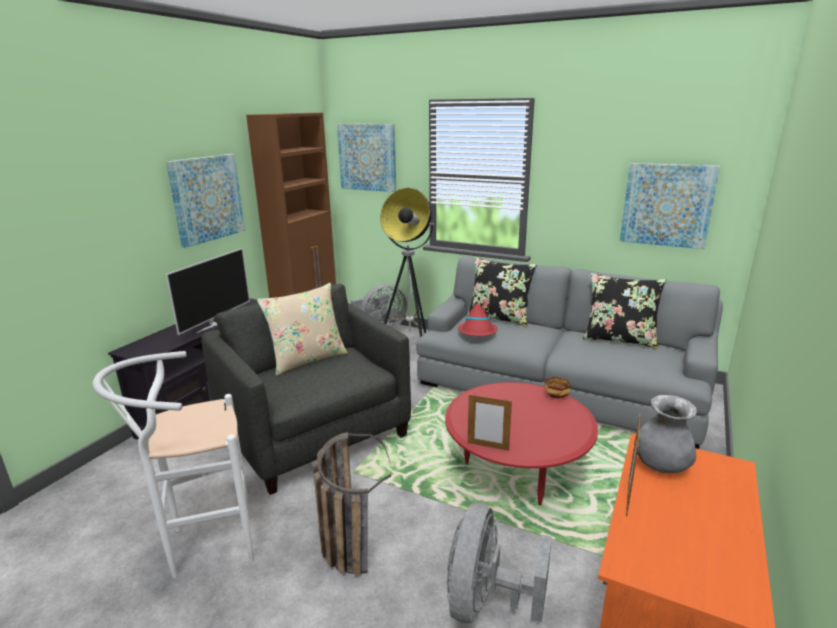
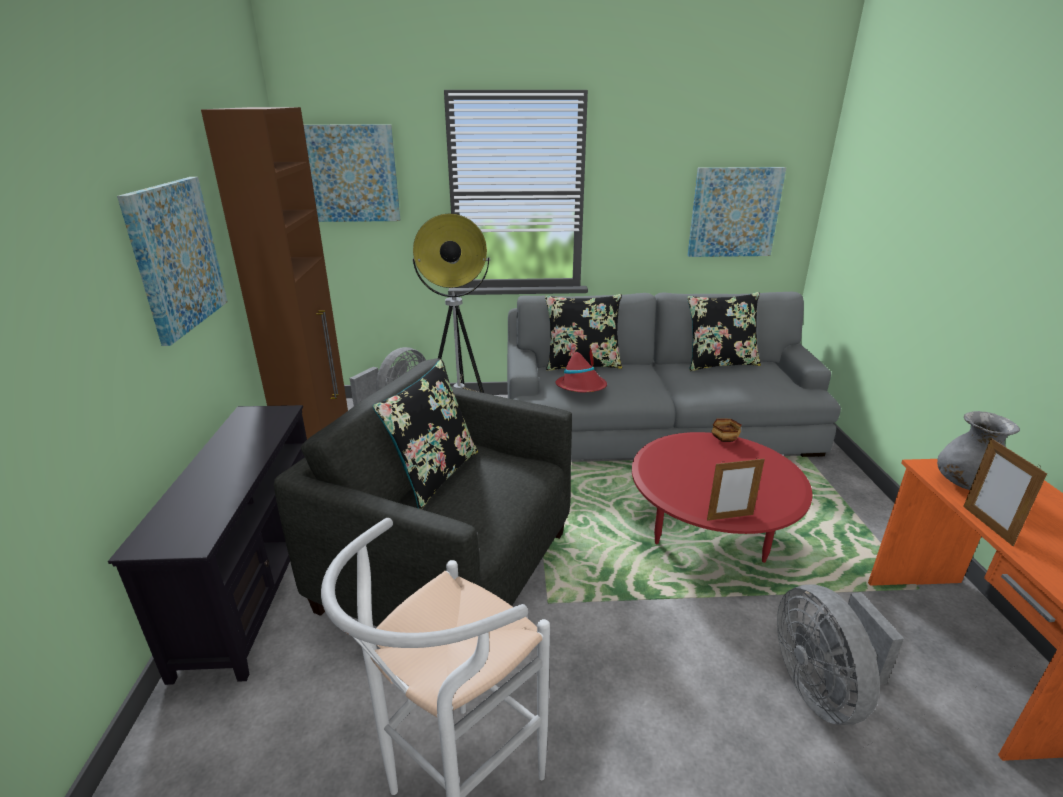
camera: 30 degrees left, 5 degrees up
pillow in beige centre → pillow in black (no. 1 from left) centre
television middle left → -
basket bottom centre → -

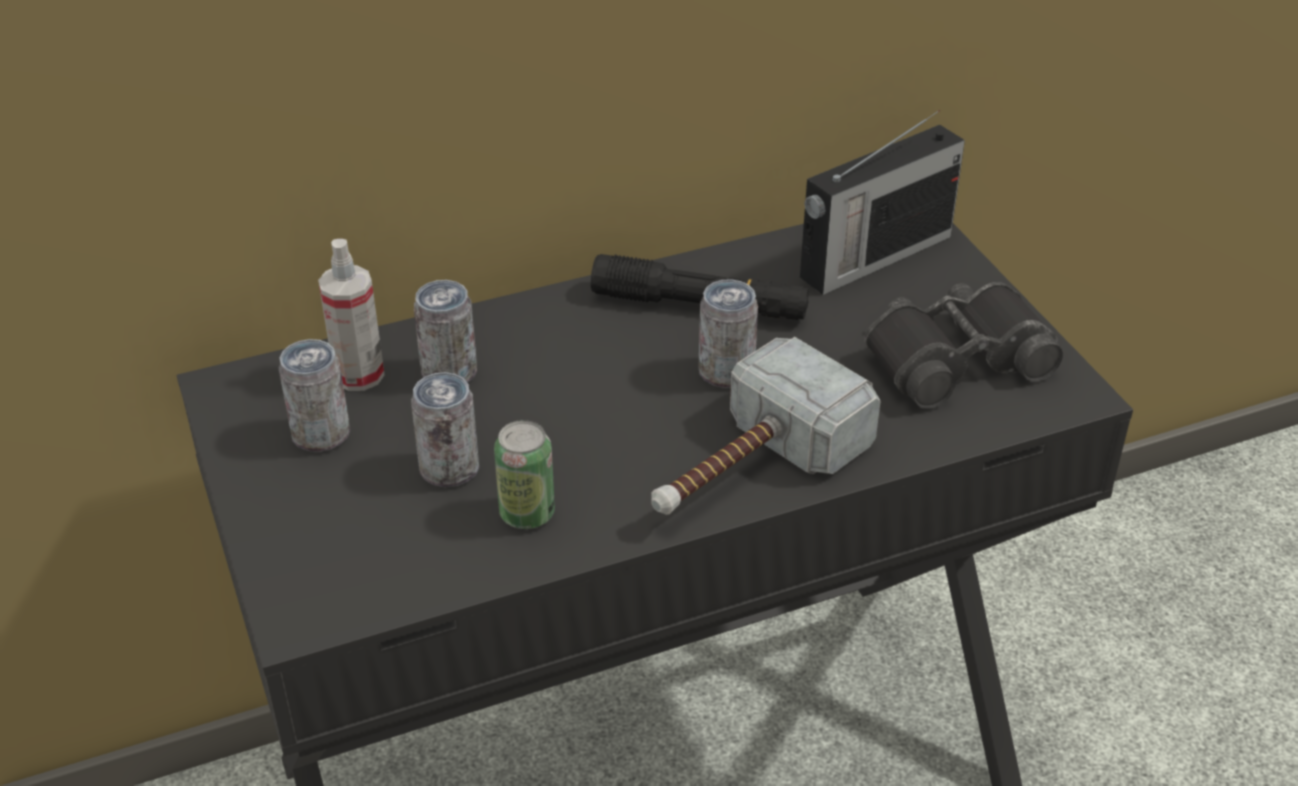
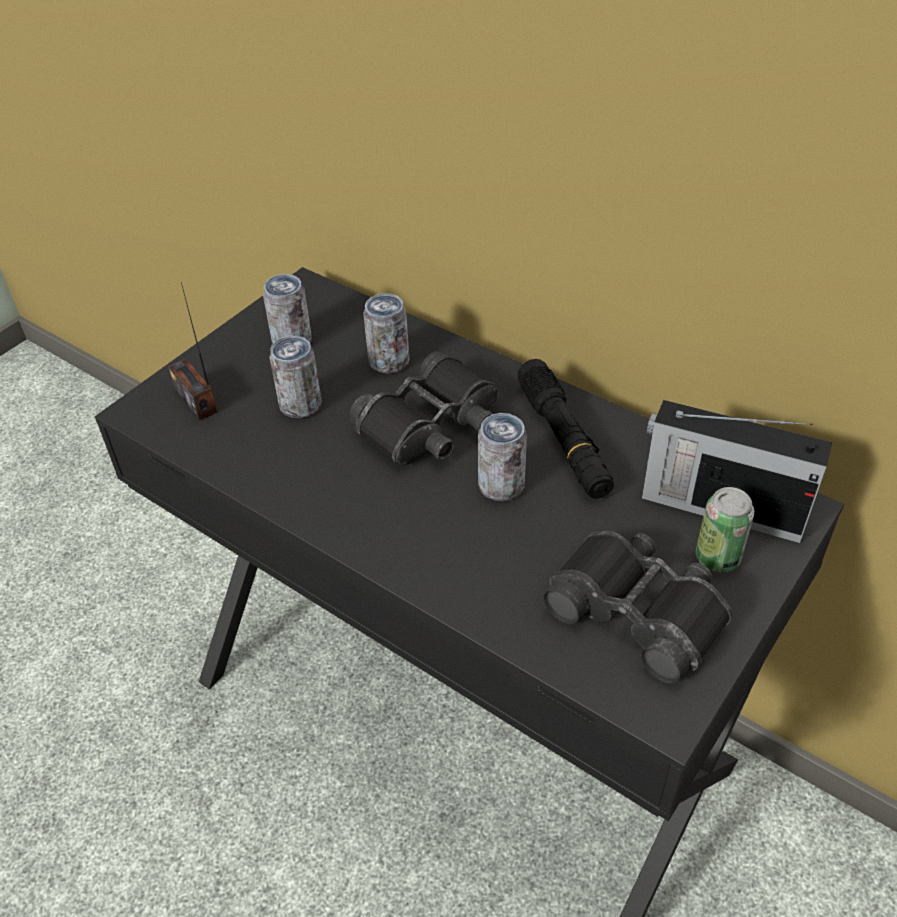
camera: 60 degrees right, 5 degrees up
- → radio (no. 1 from left) middle left
- → binoculars in black (no. 1 from left) centre
can (no. 4 from left in the first image) centre → can (no. 5 from left) middle right, relocated
spray bottle middle left → -
hammer centre → -

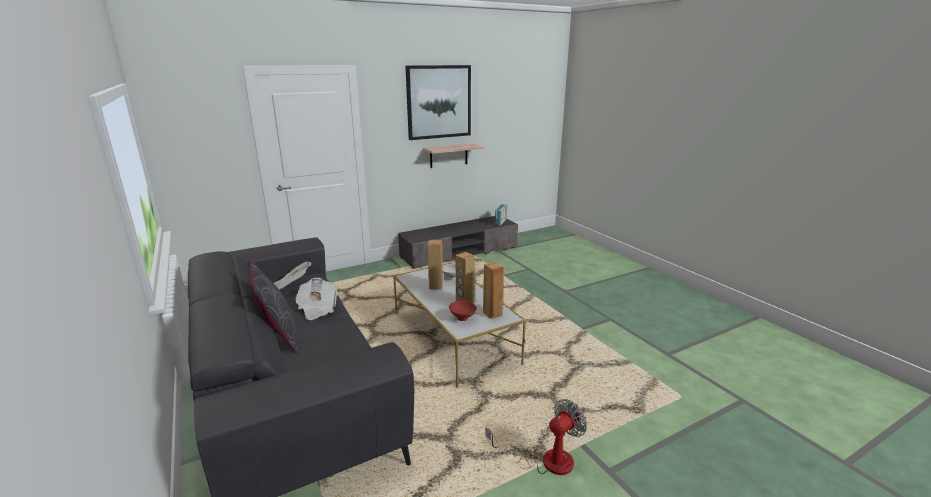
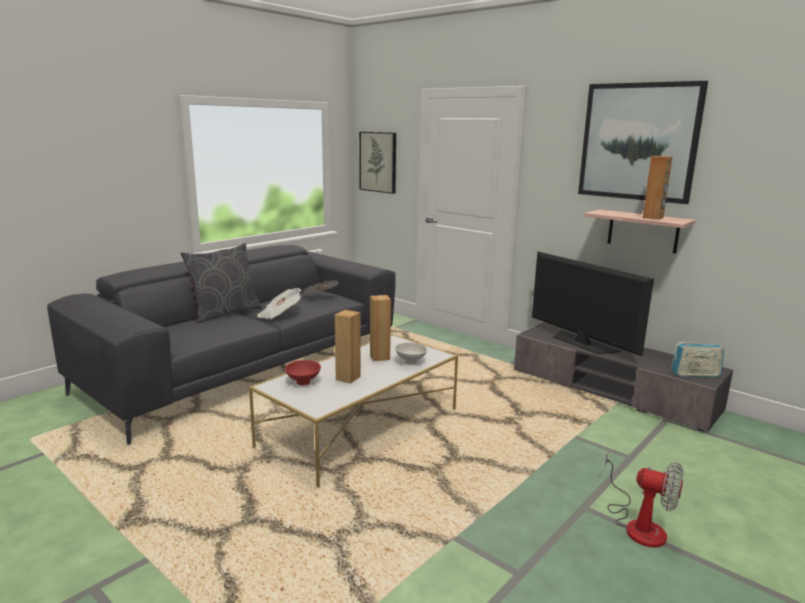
camera: 70 degrees right, 5 degrees down
- → picture (no. 1 from left) top centre
- → television middle right
fan bottom centre → fan bottom right, relocated
speaker in brown (no. 3 from left) centre → speaker in brown (no. 3 from left) top right, relocated

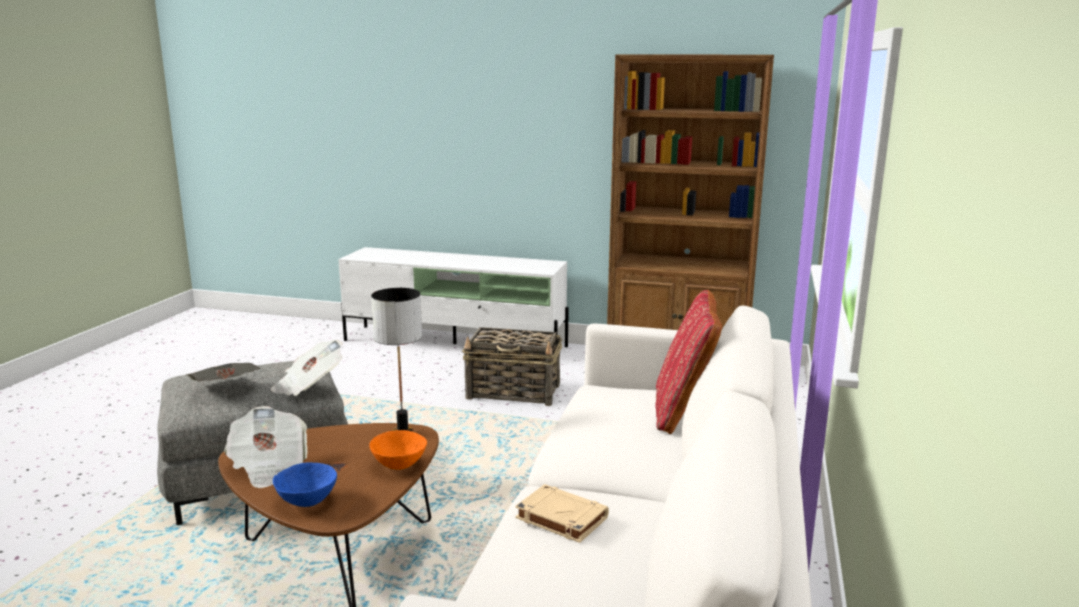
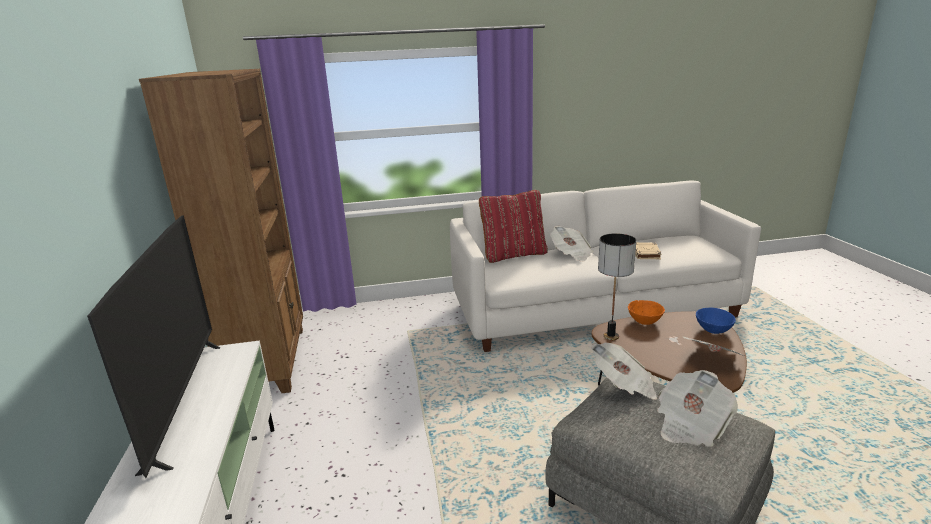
camera: 115 degrees left, 5 degrees up
- → television middle left
- → newspaper (no. 1 from left) centre
basket centre → -

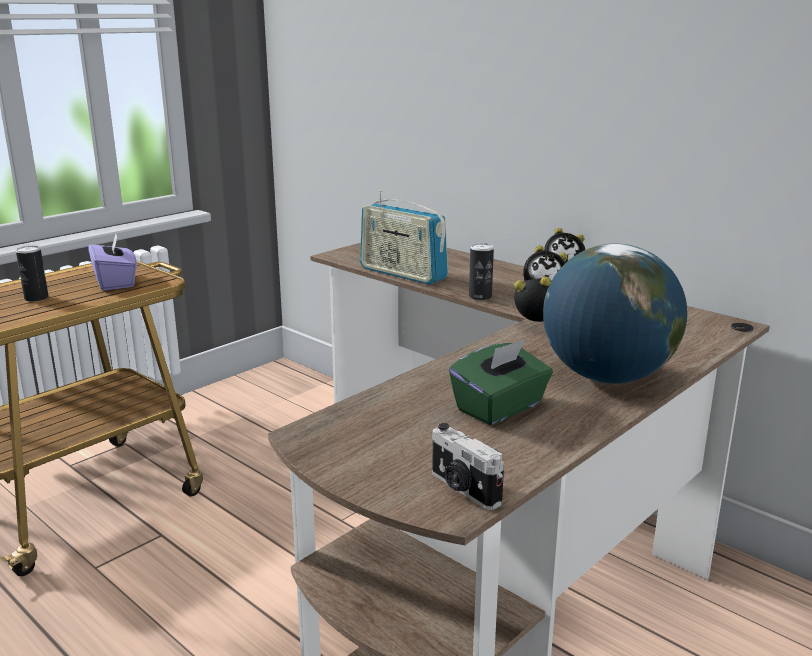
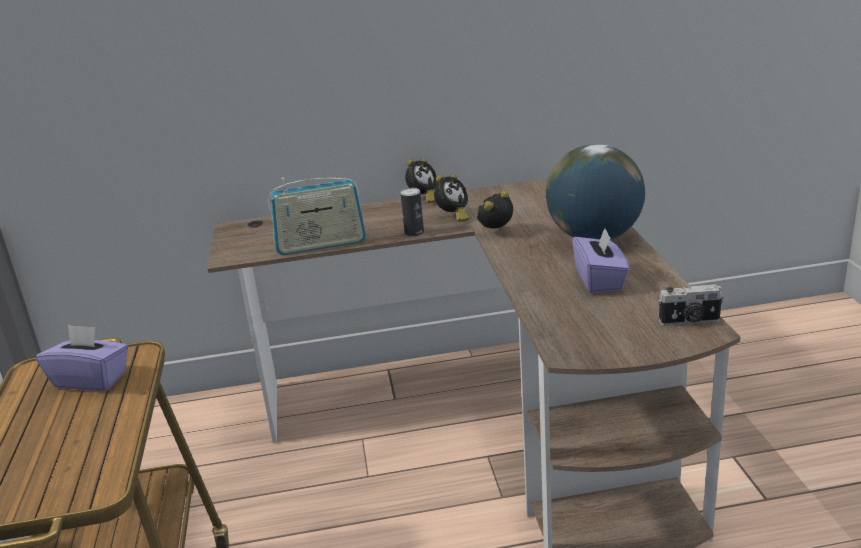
camera: 50 degrees left, 5 degrees up
tissue box in green centre → tissue box in purple (no. 2 from left) middle right
can (no. 1 from left) middle left → -

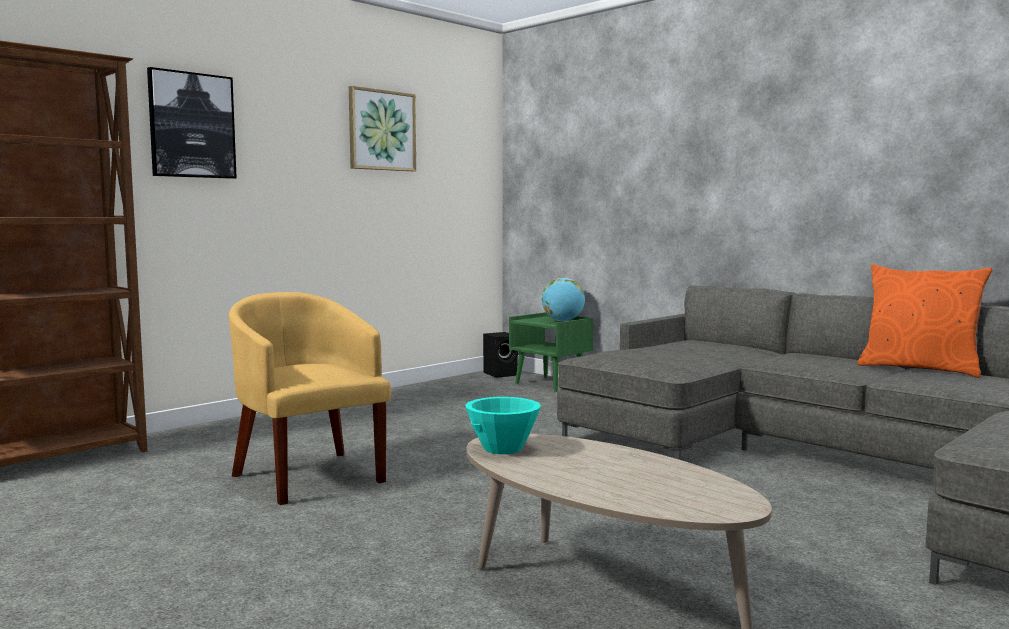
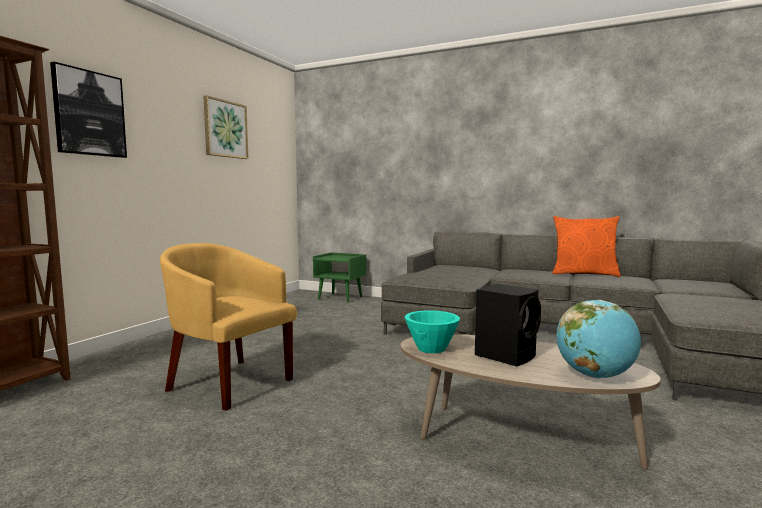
camera: 20 degrees left, 0 degrees up
speaker in black centre → speaker in black middle right, relocated
globe centre → globe bottom right, relocated

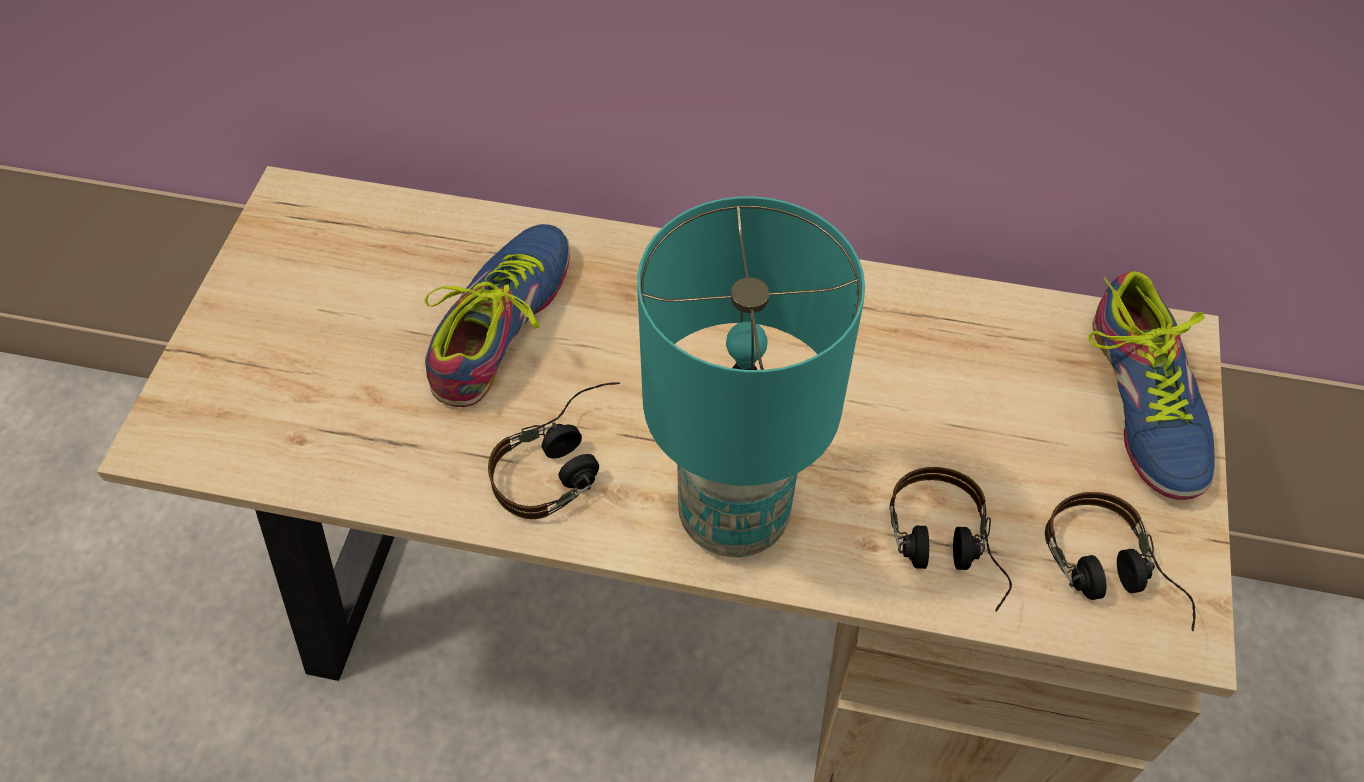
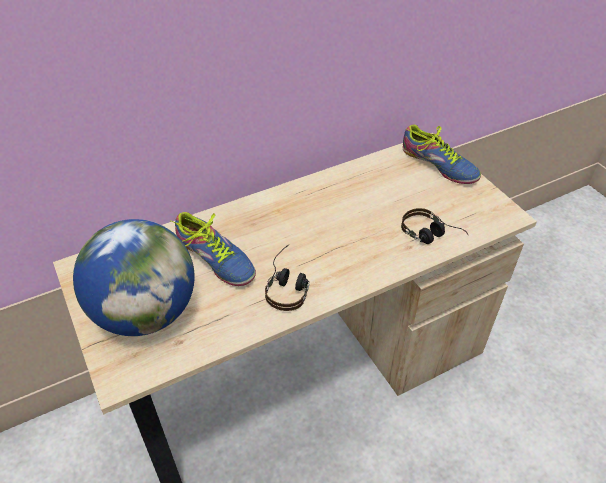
camera: 40 degrees left, 10 degrees down
- → globe middle left
shoe (no. 1 from left) centre, 150 degrees clockwise
table lamp in turquoise centre → -
headphones (no. 3 from left) bottom right → -

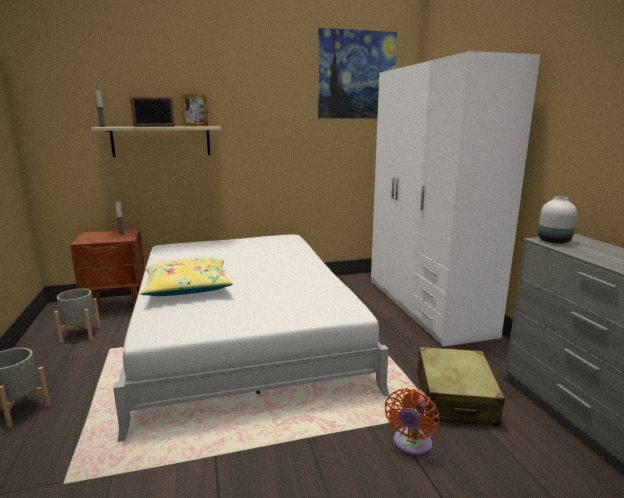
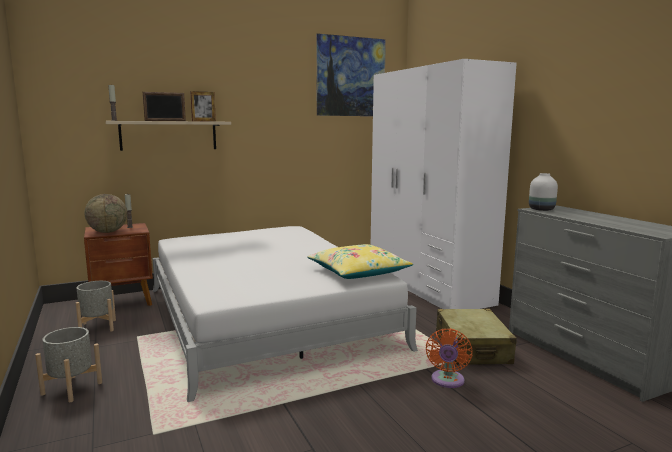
camera: 10 degrees left, 5 degrees down
- → globe middle left
pillow in yellow middle left → pillow in yellow centre, relocated

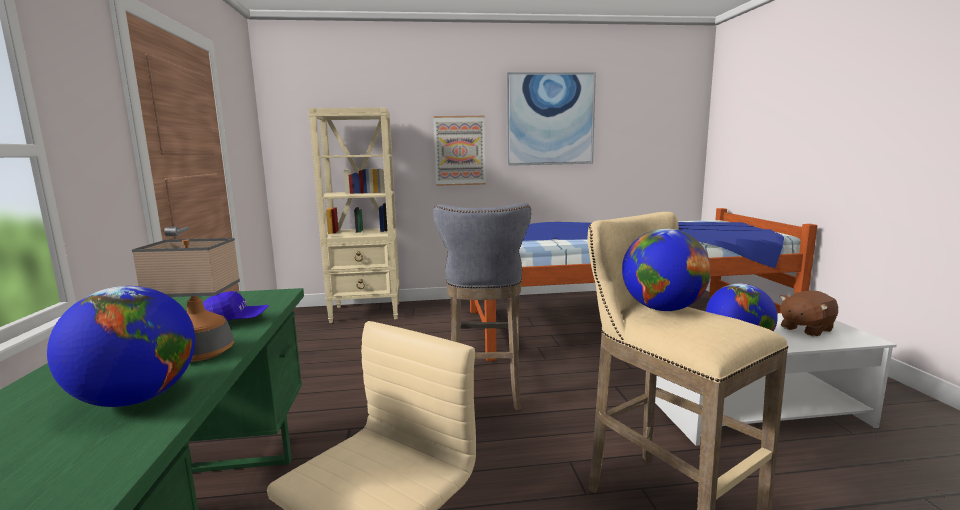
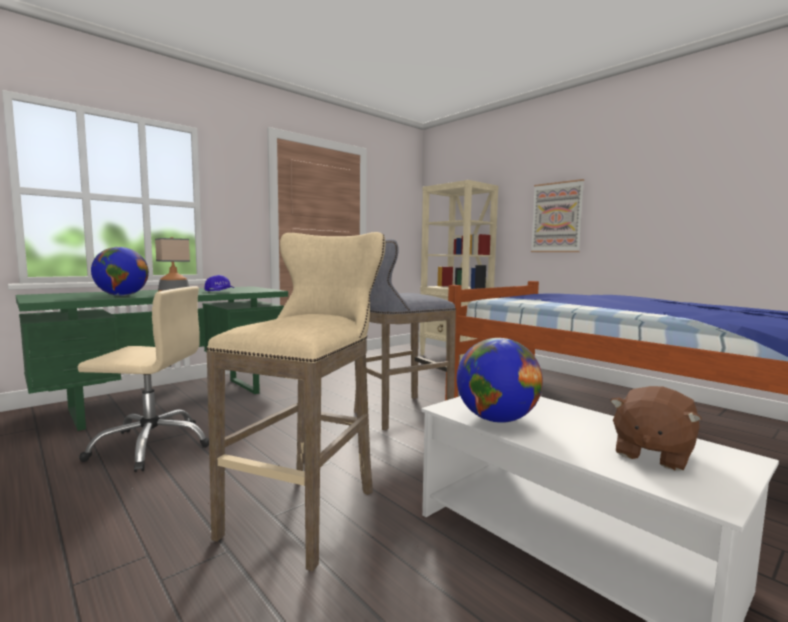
camera: 55 degrees right, 5 degrees down
plush toy in brown middle right → plush toy in brown bottom right, 75 degrees counterclockwise
picture (no. 2 from left) top centre → -
globe (no. 2 from left) middle right → -

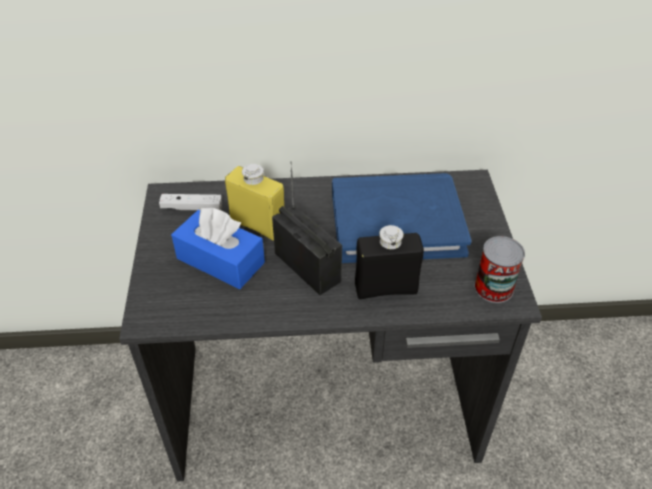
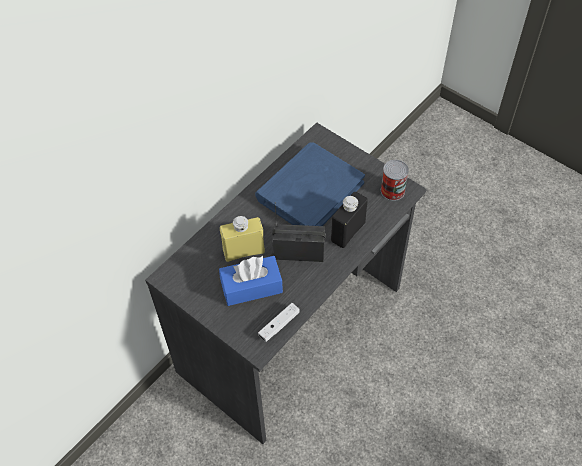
camera: 45 degrees left, 10 degrees up
game controller in white middle left → game controller in white bottom centre, relocated

